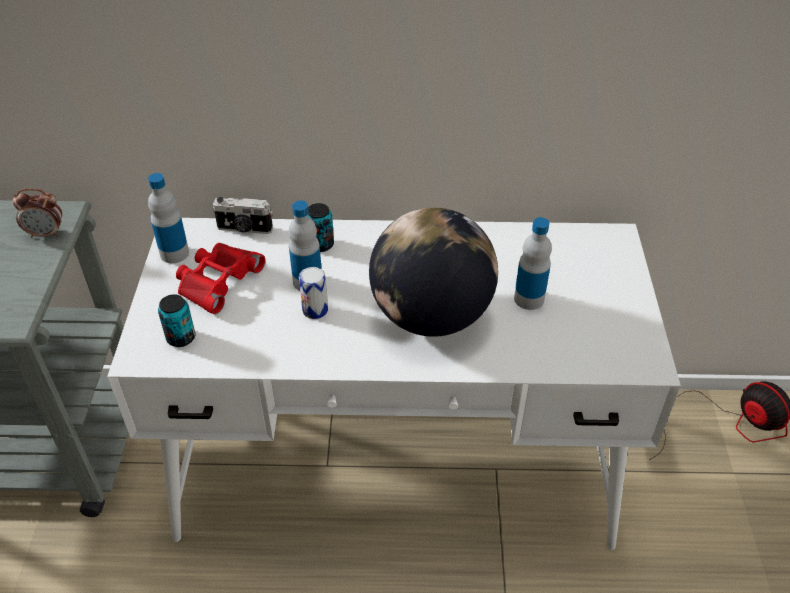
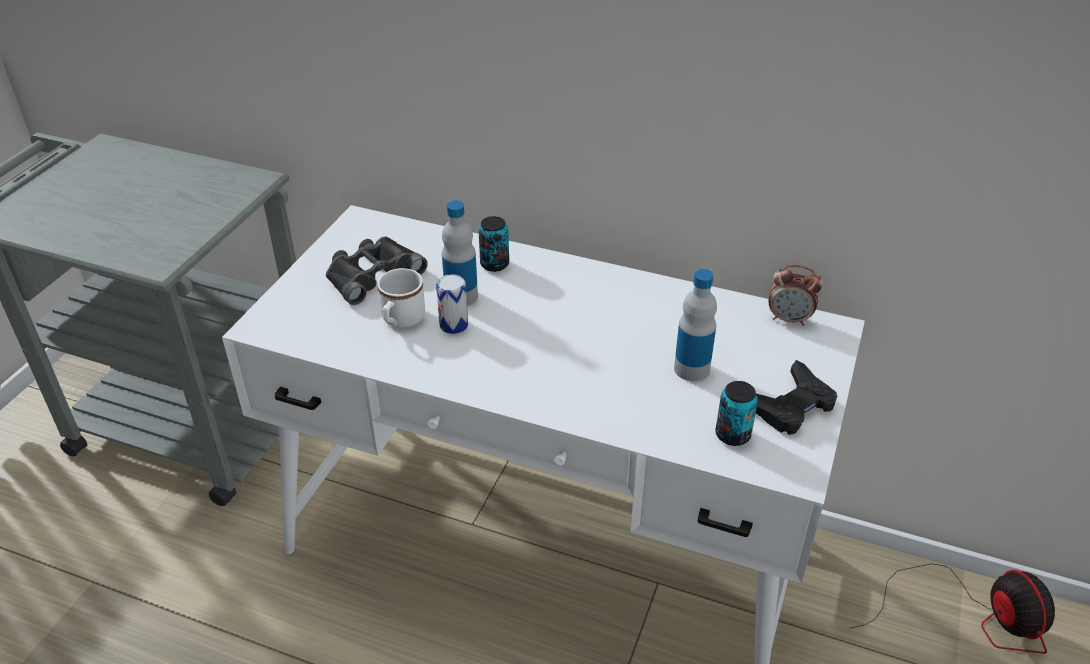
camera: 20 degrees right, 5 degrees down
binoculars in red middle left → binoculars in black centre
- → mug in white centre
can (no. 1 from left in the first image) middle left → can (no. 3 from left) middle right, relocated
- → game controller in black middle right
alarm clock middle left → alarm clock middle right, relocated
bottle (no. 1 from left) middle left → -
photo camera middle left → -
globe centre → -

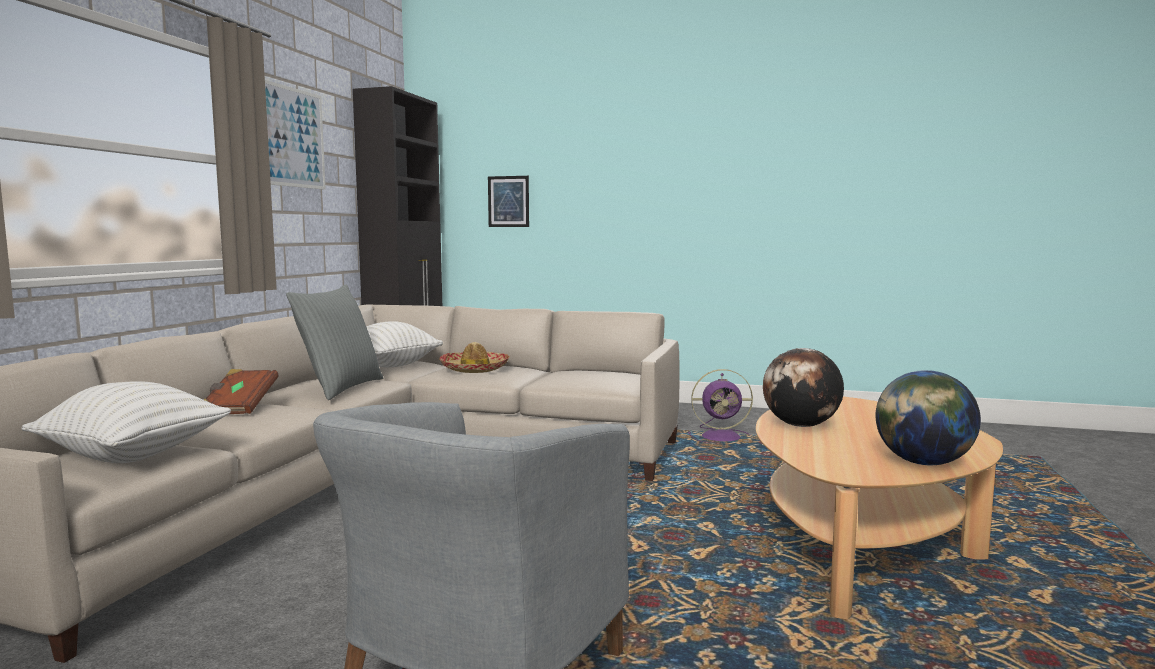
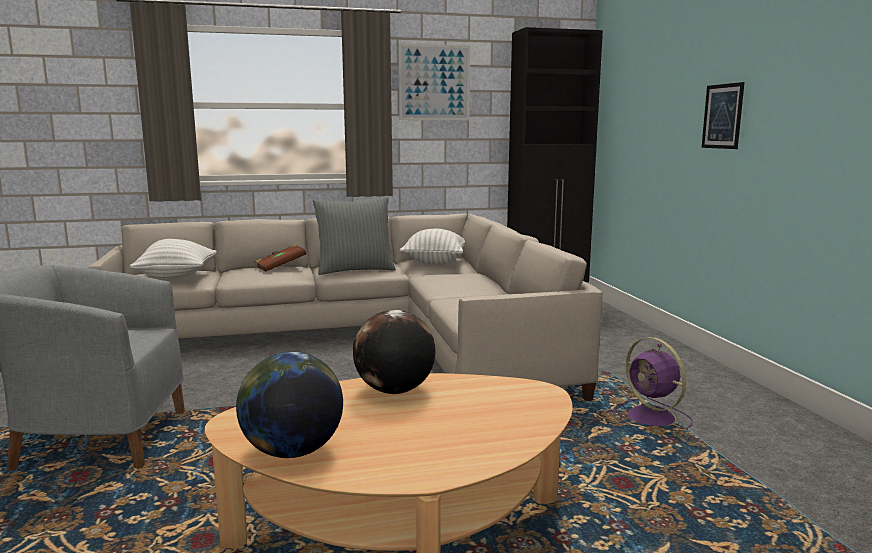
camera: 60 degrees right, 5 degrees up
picture (no. 2 from left) top centre → picture (no. 2 from left) top right, relocated
hat centre → -

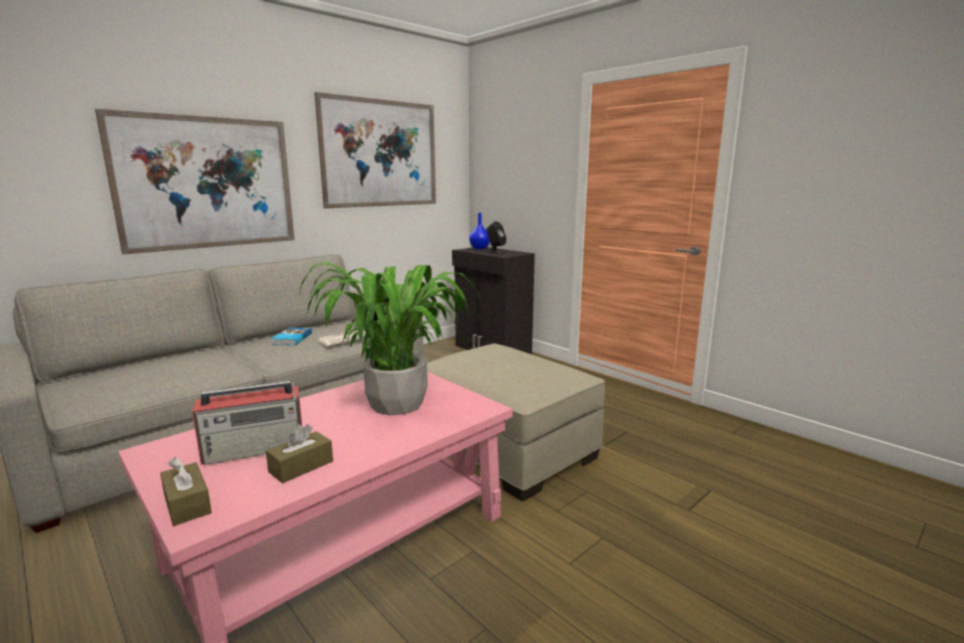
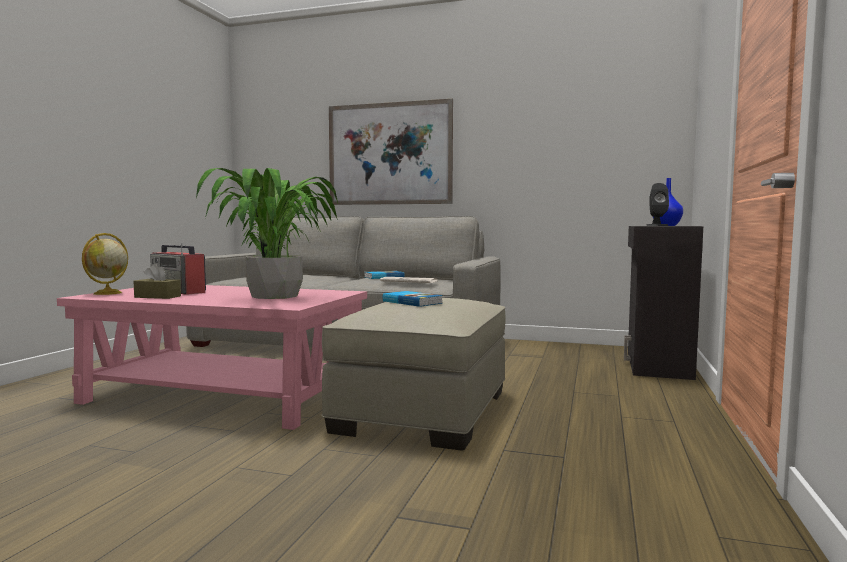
camera: 60 degrees right, 10 degrees down
tissue box in brown (no. 1 from left) bottom left → globe middle left
- → book (no. 2 from left) centre
picture (no. 2 from left) top centre → -

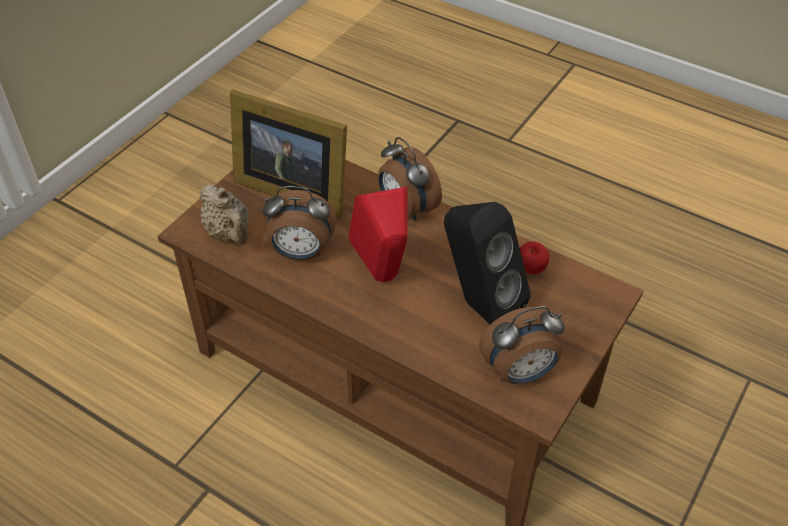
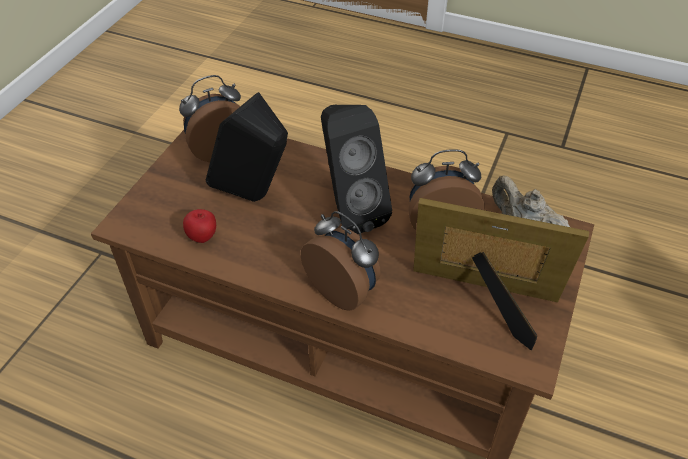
camera: 170 degrees right, 0 degrees up
speaker in red centre → speaker in black (no. 2 from left) centre

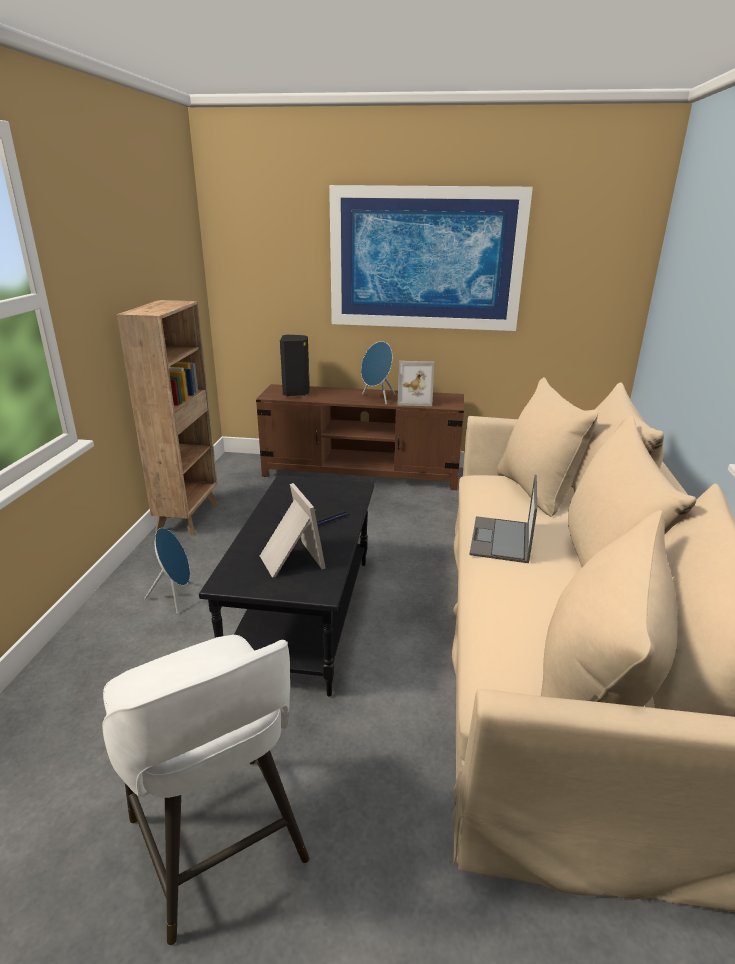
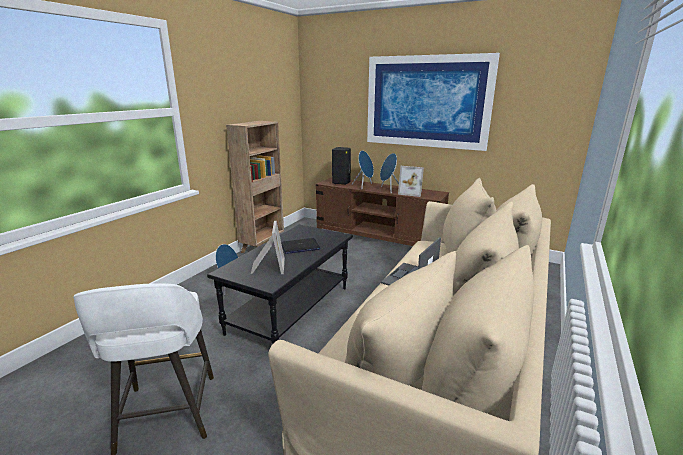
camera: 20 degrees right, 5 degrees down
- → speaker in blue (no. 2 from left) centre

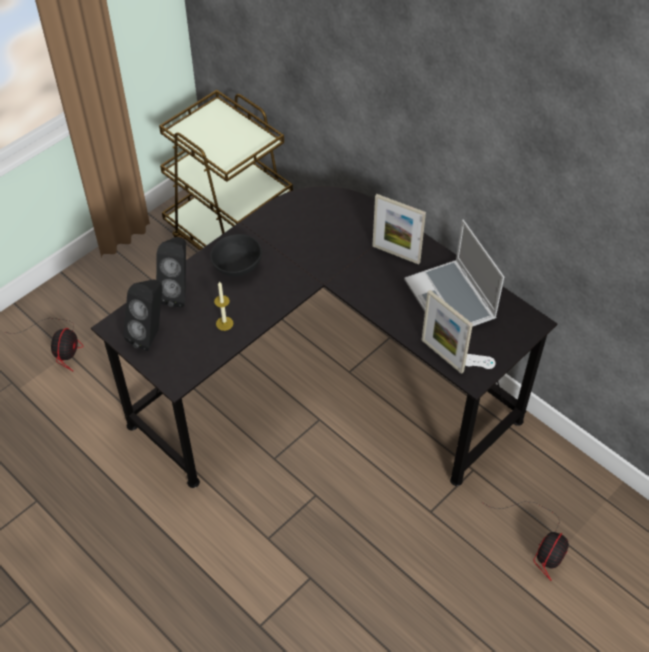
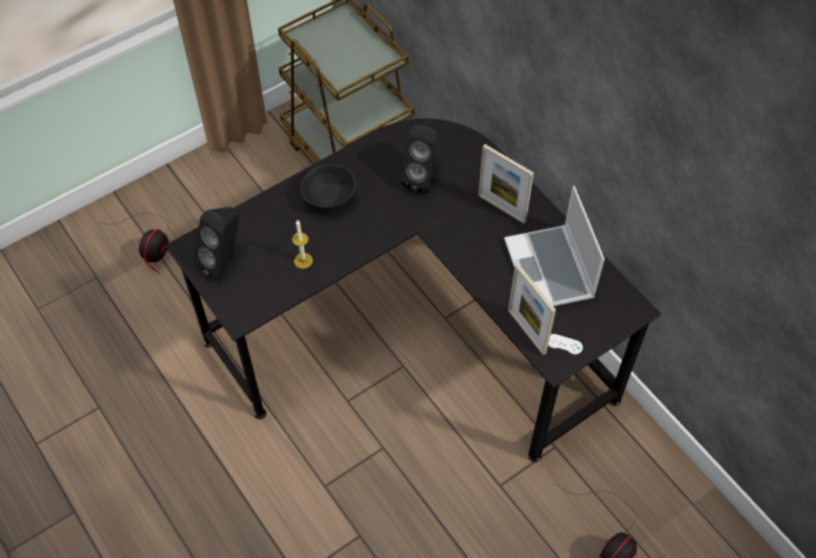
camera: 10 degrees right, 5 degrees up
speaker in black (no. 2 from left) middle left → speaker in black (no. 2 from left) top centre, relocated

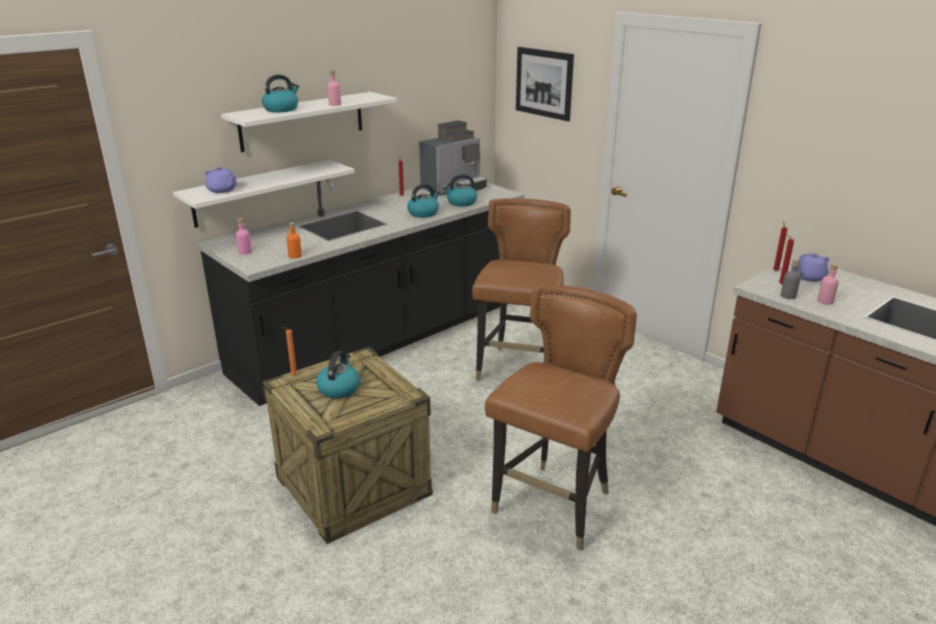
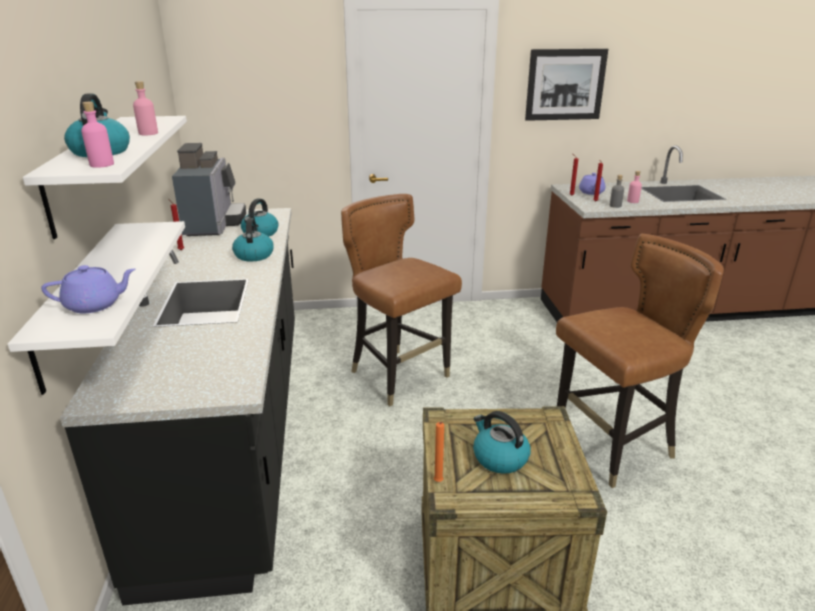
camera: 55 degrees left, 0 degrees up
bottle in pink (no. 1 from left) middle left → bottle in pink (no. 1 from left) top left, relocated
picture top centre → picture top right, relocated
chair in brown (no. 2 from left) bottom centre → chair in brown (no. 2 from left) middle right, 90 degrees clockwise
bottle in orange middle left → -

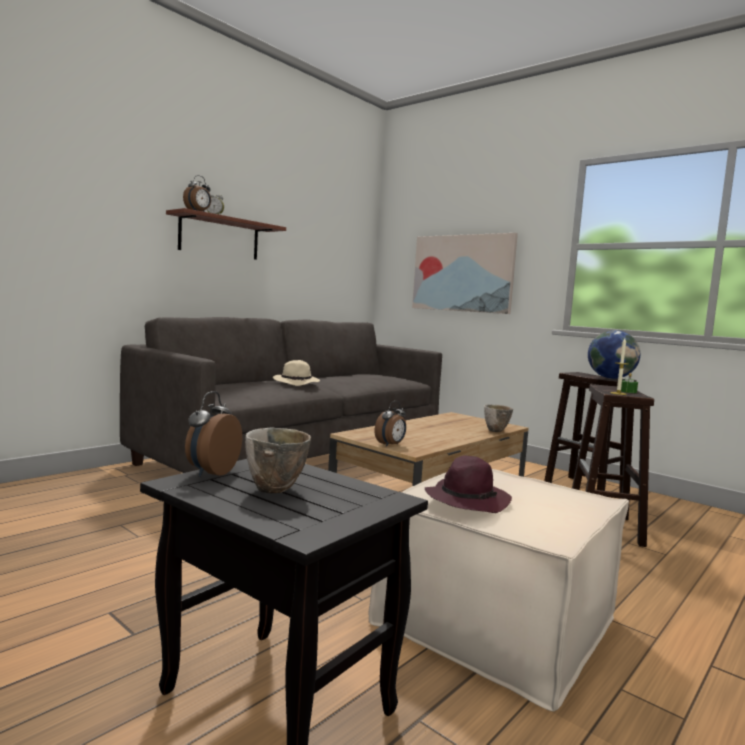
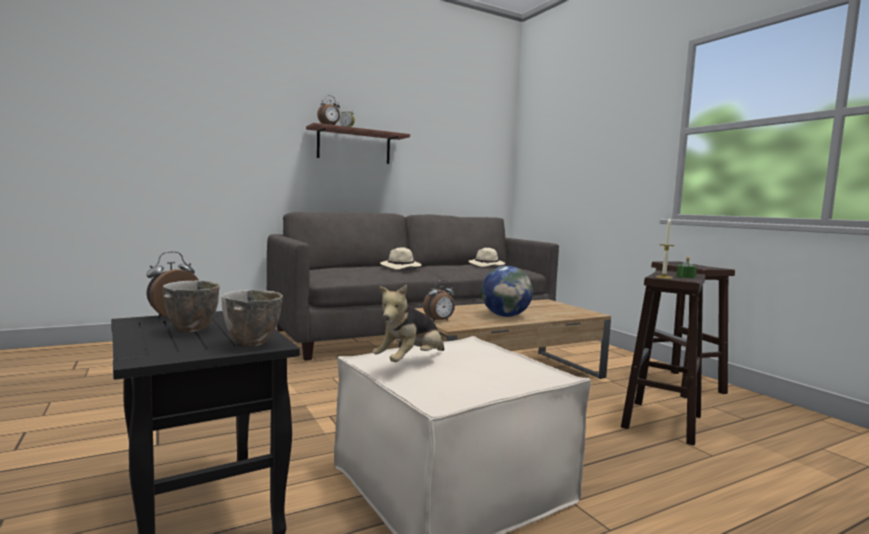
camera: 20 degrees right, 0 degrees up
bowl (no. 2 from left) middle right → bowl (no. 2 from left) middle left, relocated
hat in purple centre → plush toy centre
- → hat in beige (no. 2 from left) centre
globe middle right → globe centre, relocated
picture centre → -

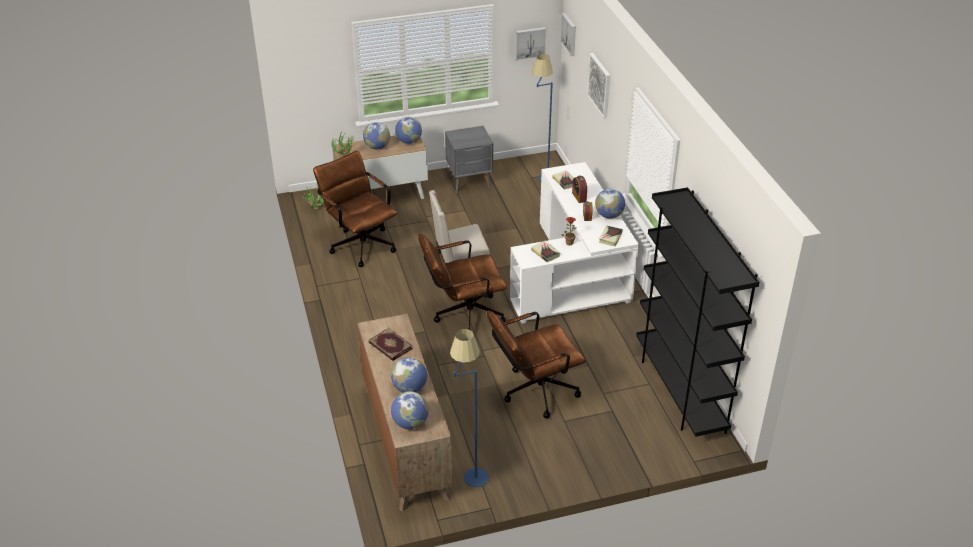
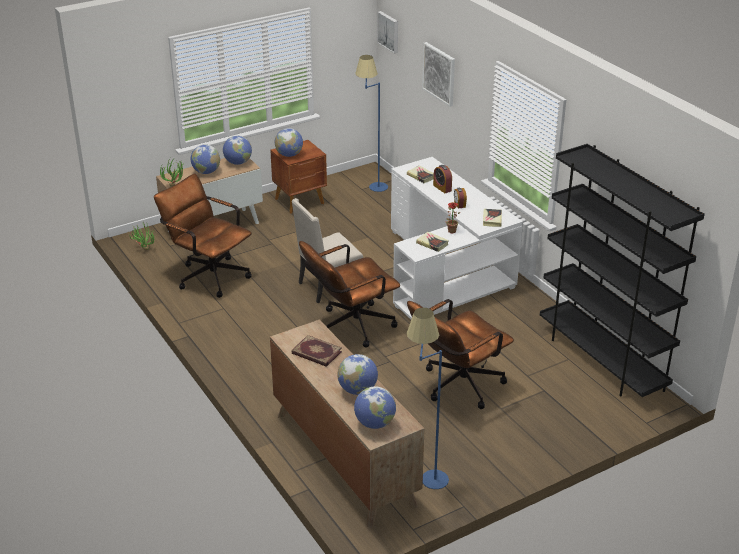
camera: 15 degrees left, 5 degrees down
nightstand in grey top centre → nightstand in brown top centre
globe (no. 5 from left in the first image) centre → globe (no. 3 from left) top centre, relocated
picture (no. 1 from left) top centre → -

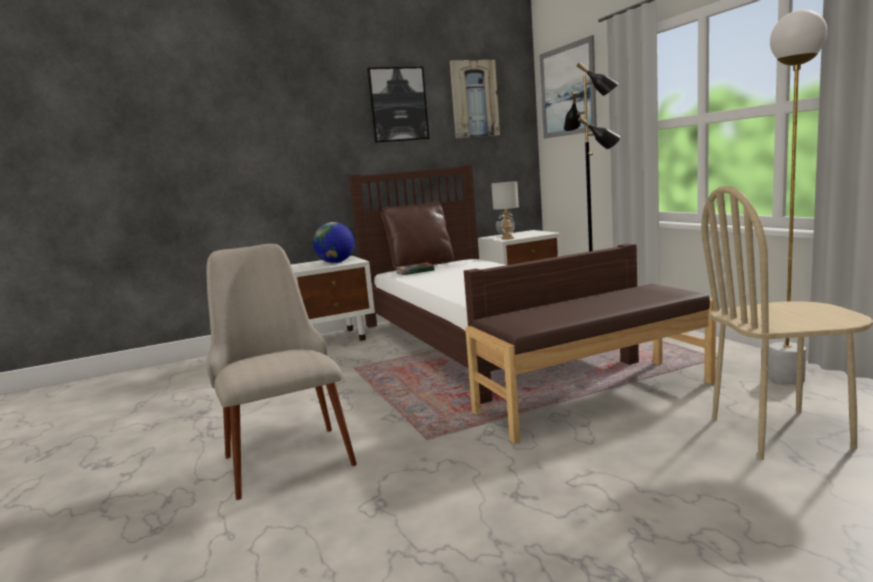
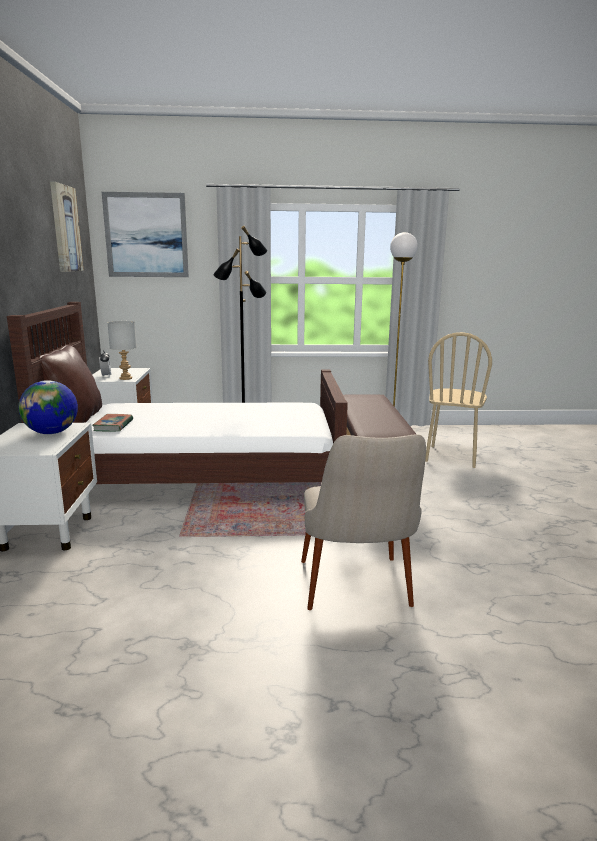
camera: 70 degrees left, 5 degrees up
chair in beige (no. 1 from left) middle left → chair in beige (no. 1 from left) centre, 90 degrees counterclockwise
picture (no. 1 from left) top centre → -

